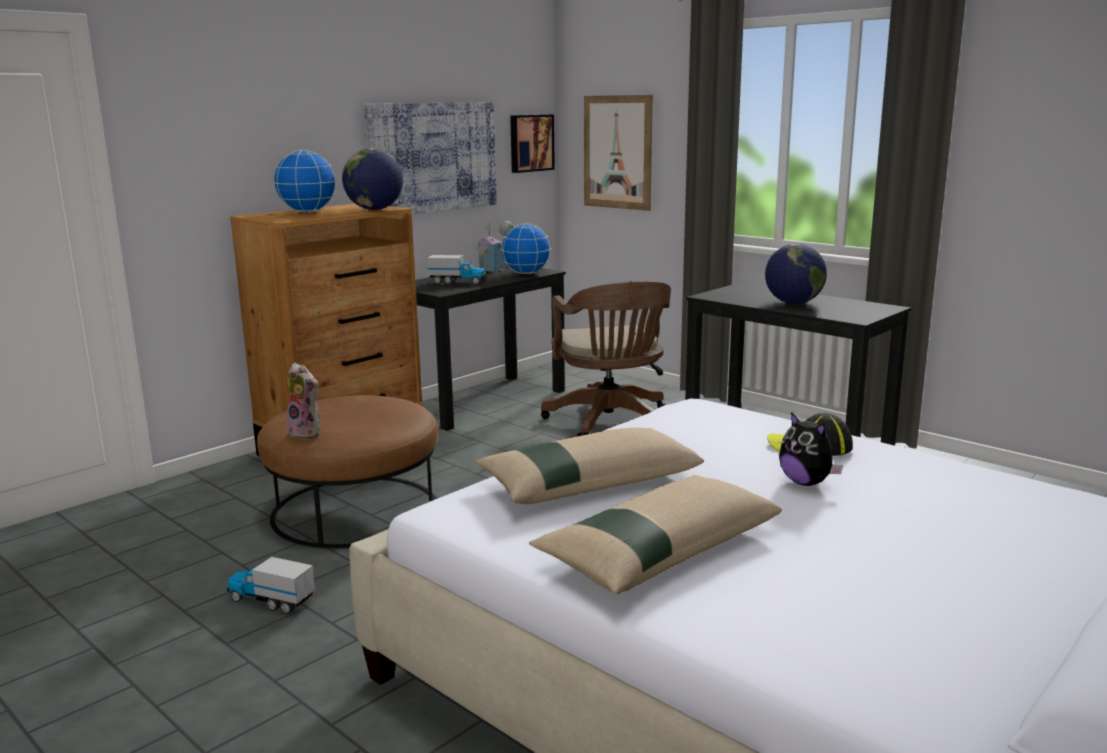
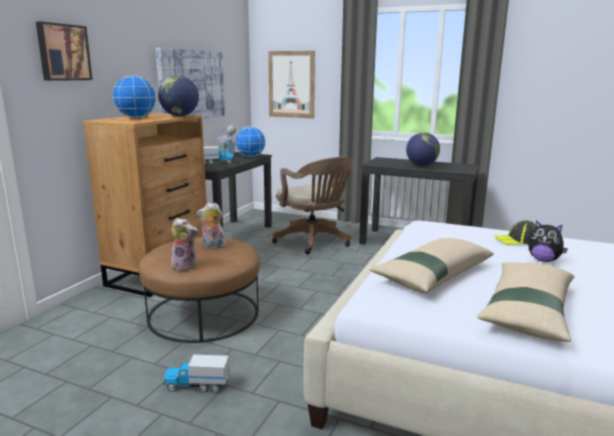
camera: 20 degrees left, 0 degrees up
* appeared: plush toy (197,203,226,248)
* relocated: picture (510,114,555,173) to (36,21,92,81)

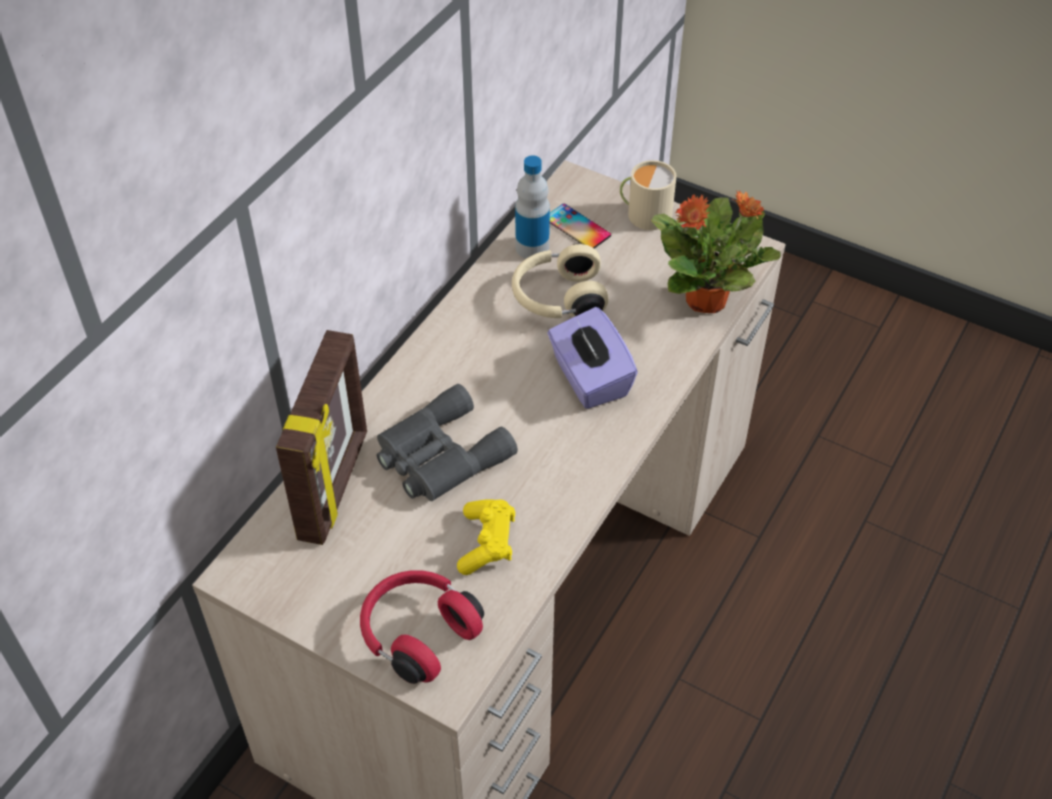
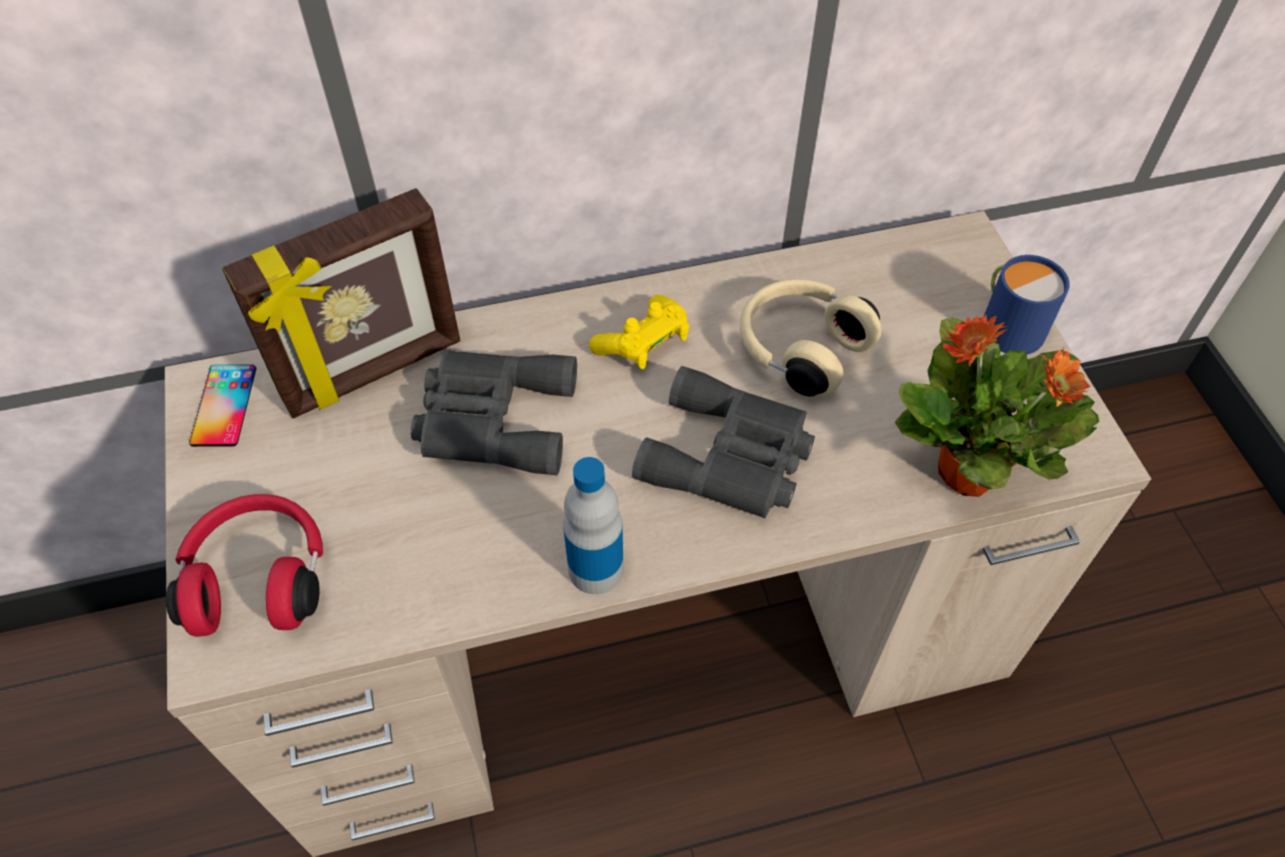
camera: 45 degrees right, 5 degrees up
* relocated: yellow game controller (457,499,515,575) to (589,295,689,369)
* relocated: bottle (515,155,550,259) to (563,457,624,594)
* relocated: phone (550,204,611,249) to (189,364,256,447)
* exchanged: purple tissue box (547,307,638,409) to grey binoculars (632,366,815,518)
* colour: beige mug (620,160,677,230) to blue mug (984,255,1070,355)

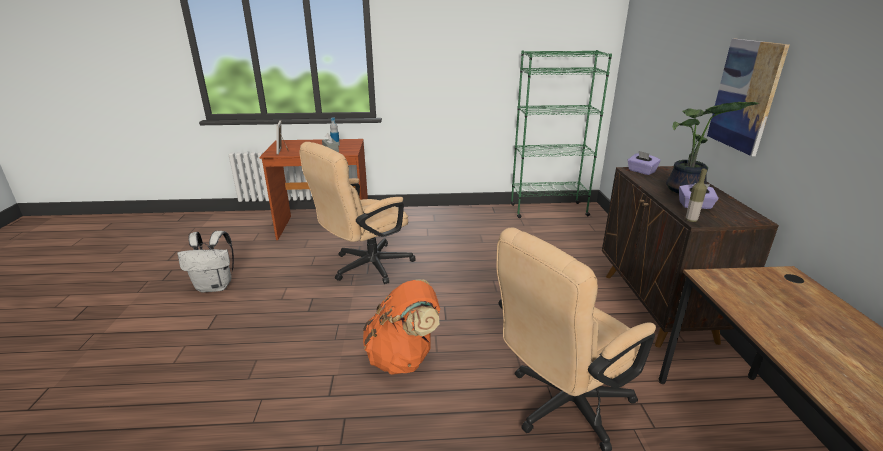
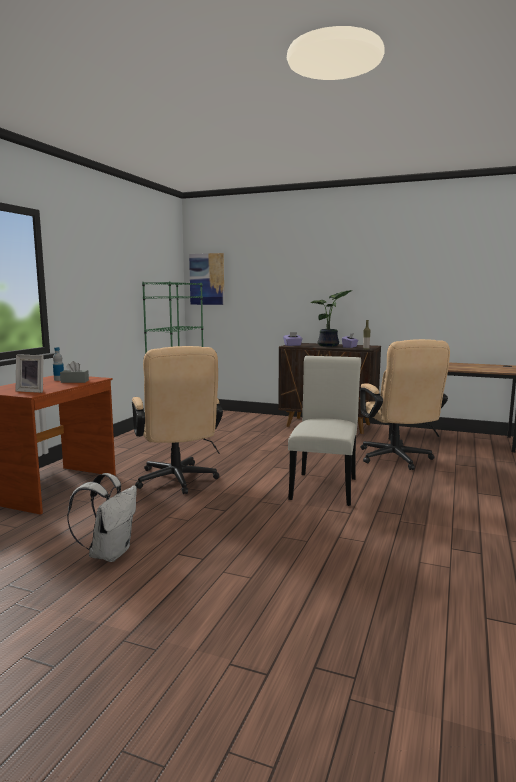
camera: 65 degrees left, 15 degrees down
* relocated: picture (707,39,789,156) to (189,253,224,305)
* exchanged: orange backpack (363,279,440,375) to white chair (288,356,361,506)

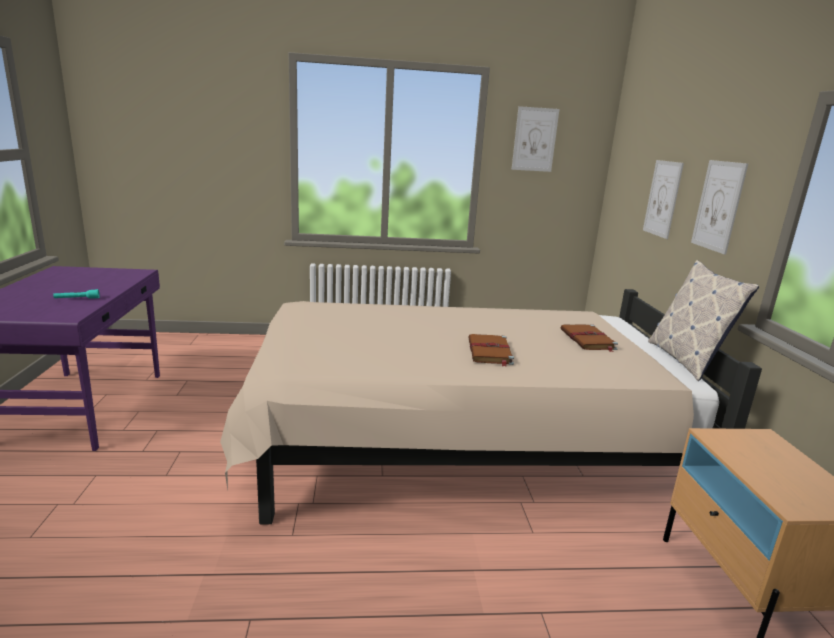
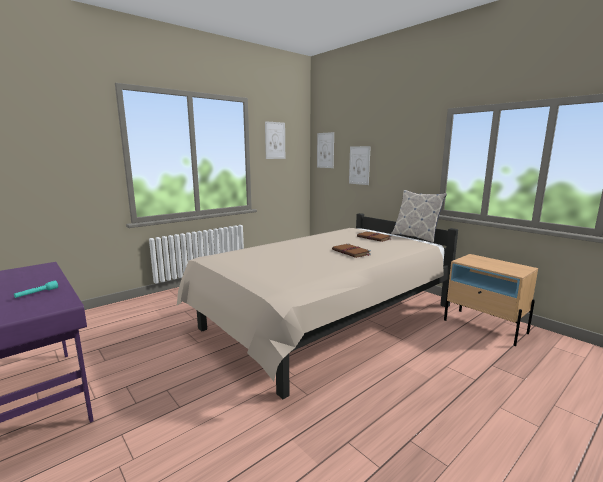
camera: 35 degrees left, 5 degrees down
* relocated: picture (691,160,748,255) to (317,132,334,168)

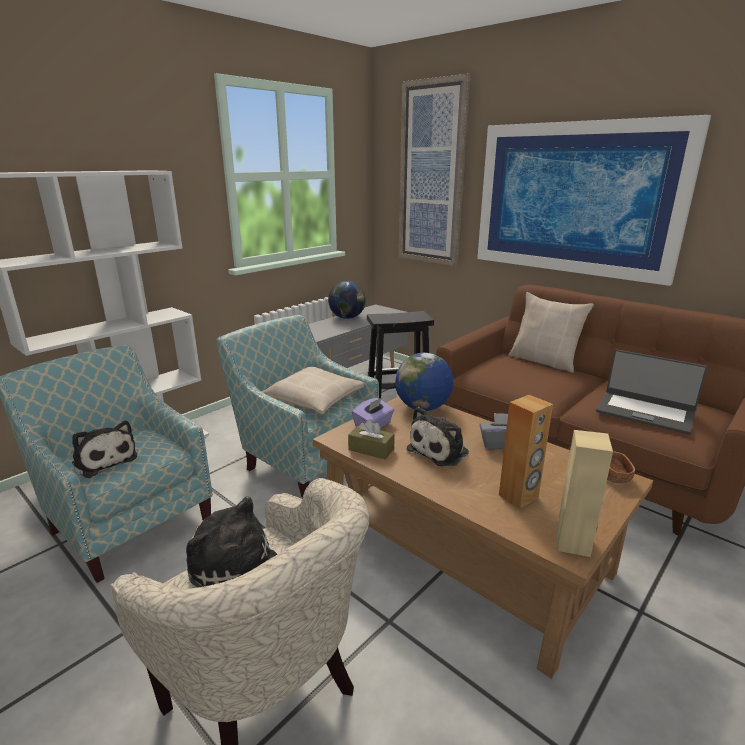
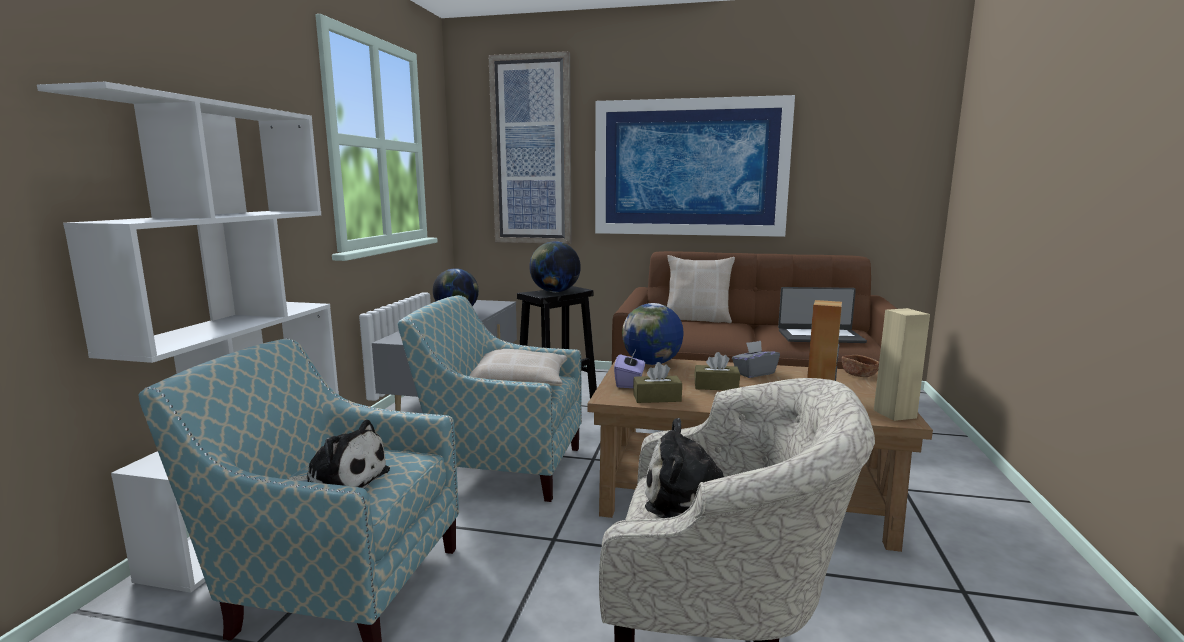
camera: 30 degrees left, 10 degrees down
* appeared: globe (529,241,581,292)
* exchanged: plush toy (407,407,469,467) to brown tissue box (694,352,740,390)

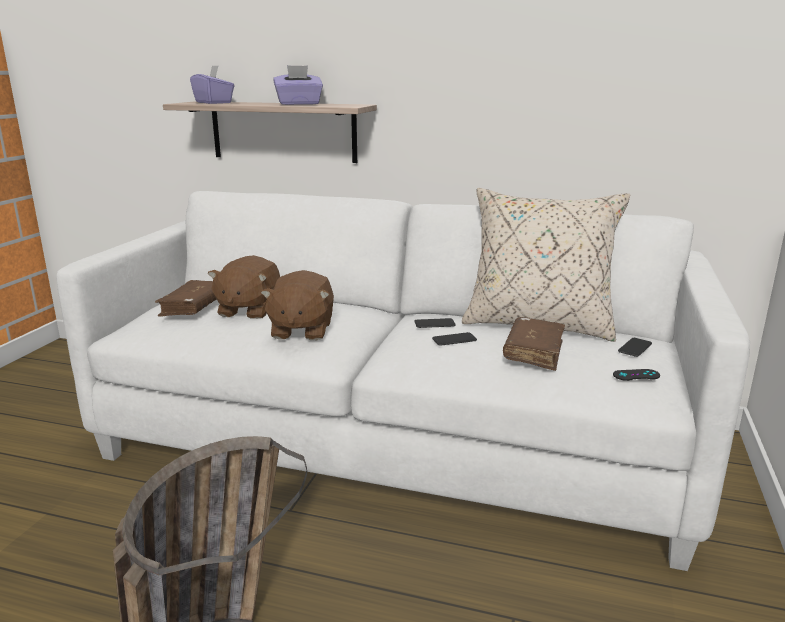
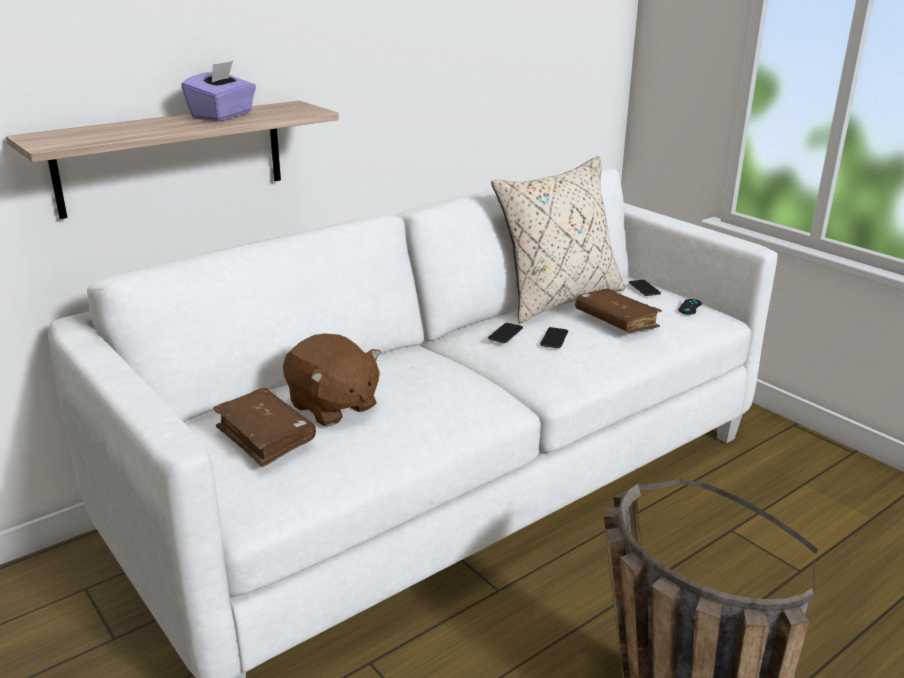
camera: 55 degrees left, 5 degrees up
* missing: purple tissue box (190,65,235,104)
* missing: brown plush toy (260,270,334,340)

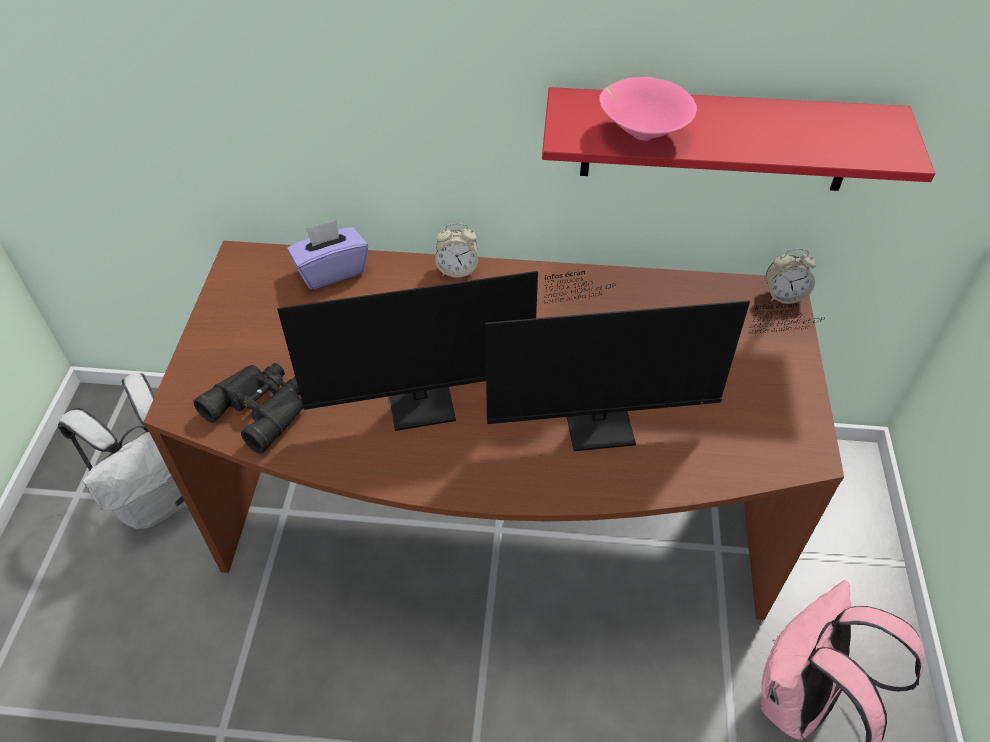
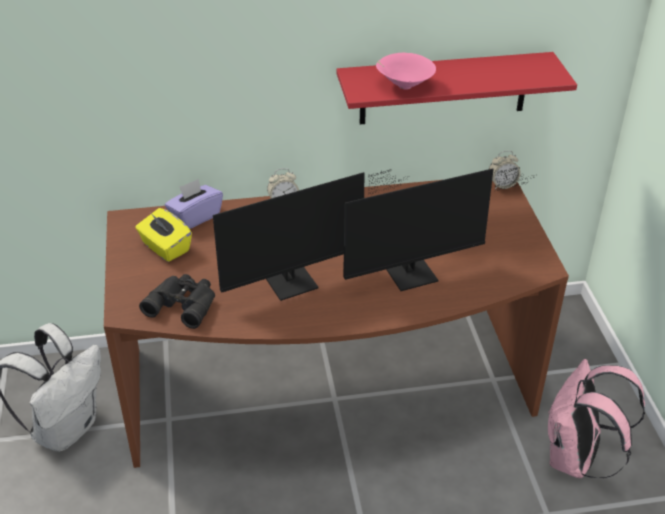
camera: 15 degrees left, 10 degrees down
* appeared: yellow tissue box (135,208,192,262)

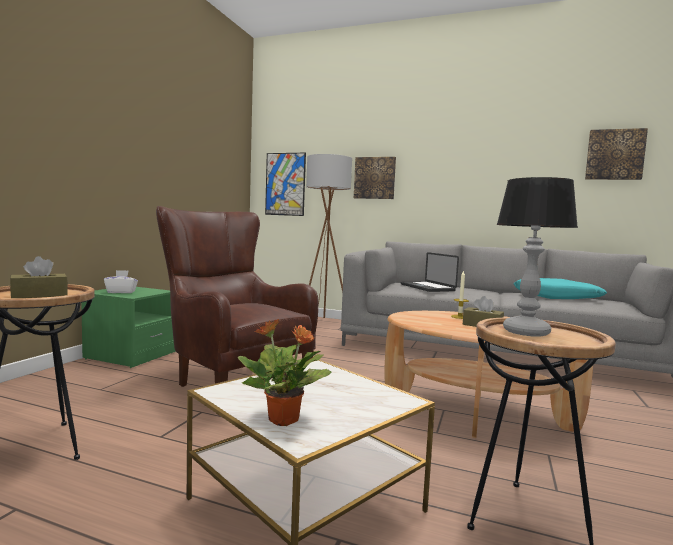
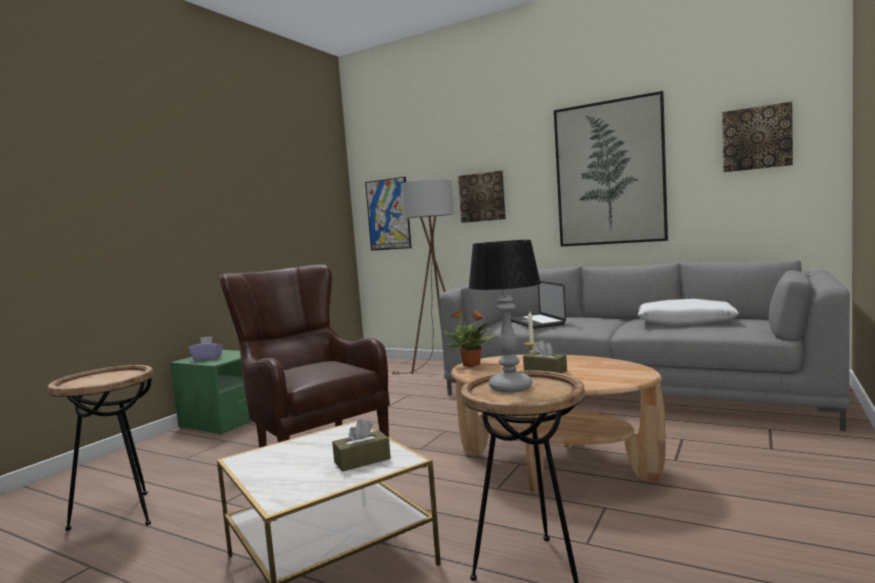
camera: 10 degrees right, 0 degrees up
* appeared: picture (554,91,668,246)
* relocated: brown tissue box (10,256,68,298) to (332,419,391,472)
* relocated: potted plant (238,319,332,426) to (443,309,496,367)
* colour: white tissue box (104,270,138,293) to purple tissue box (189,336,223,361)
* colour: turquoise pillow (514,278,607,299) to white pillow (637,299,739,326)

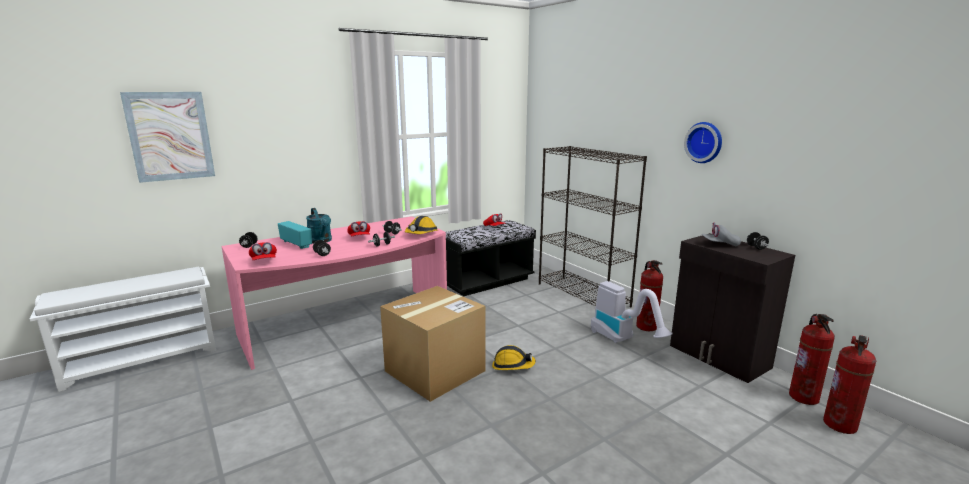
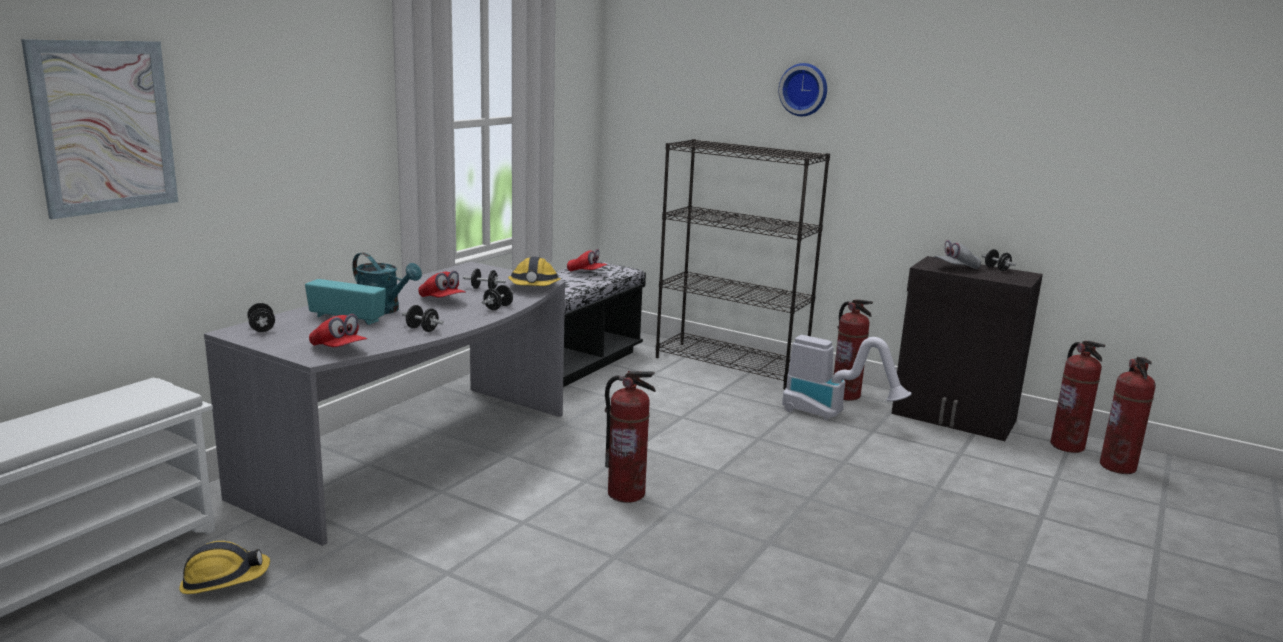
camera: 25 degrees left, 0 degrees up
* relocated: hard hat (492,345,536,370) to (179,541,270,594)
* relocated: wall clock (684,122,722,163) to (779,63,827,116)
* exchanged: cardboard box (380,286,486,402) to fire extinguisher (605,371,656,503)
* colour: pink desk (221,216,447,370) to grey desk (204,262,565,546)

